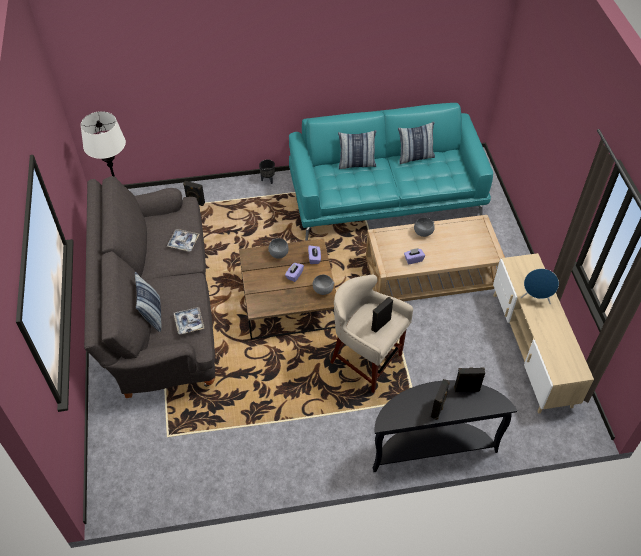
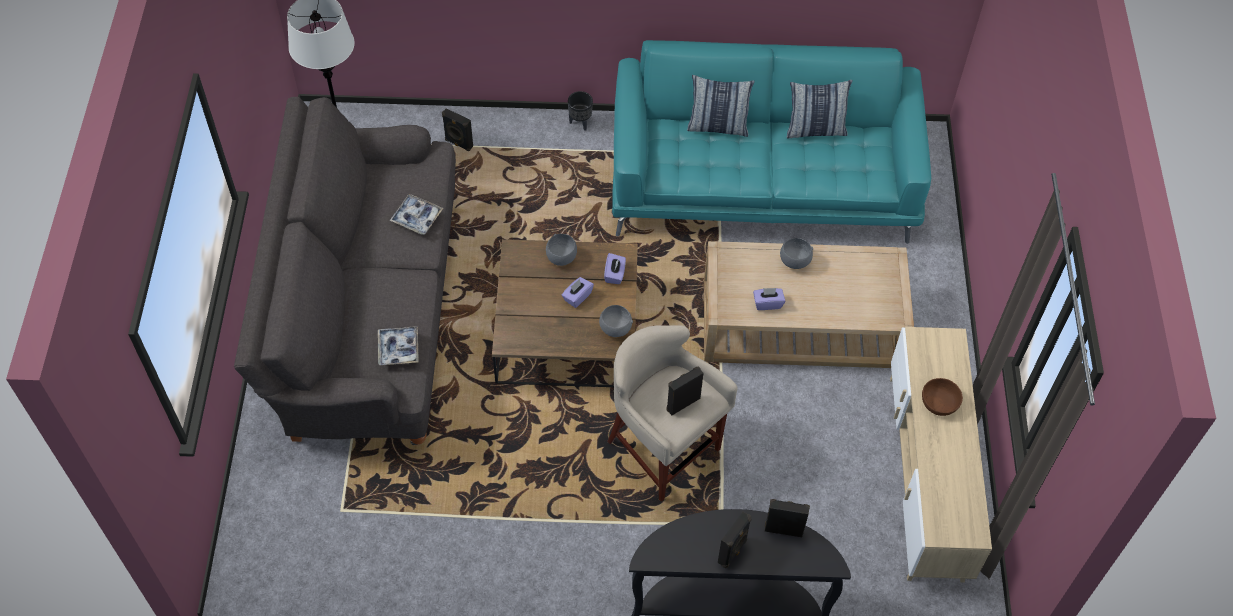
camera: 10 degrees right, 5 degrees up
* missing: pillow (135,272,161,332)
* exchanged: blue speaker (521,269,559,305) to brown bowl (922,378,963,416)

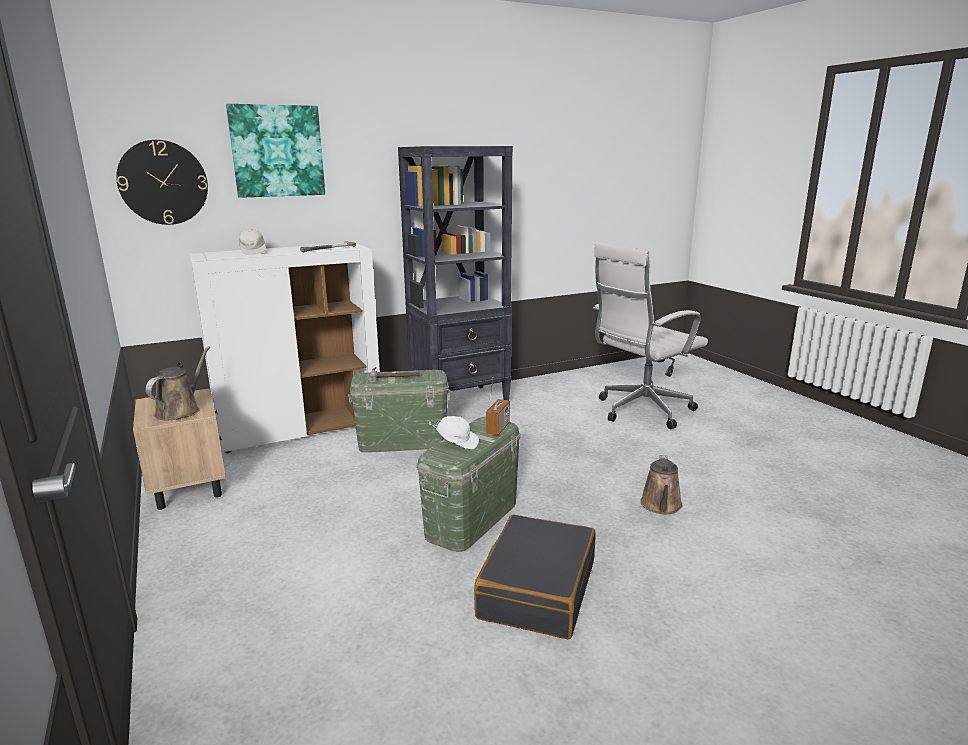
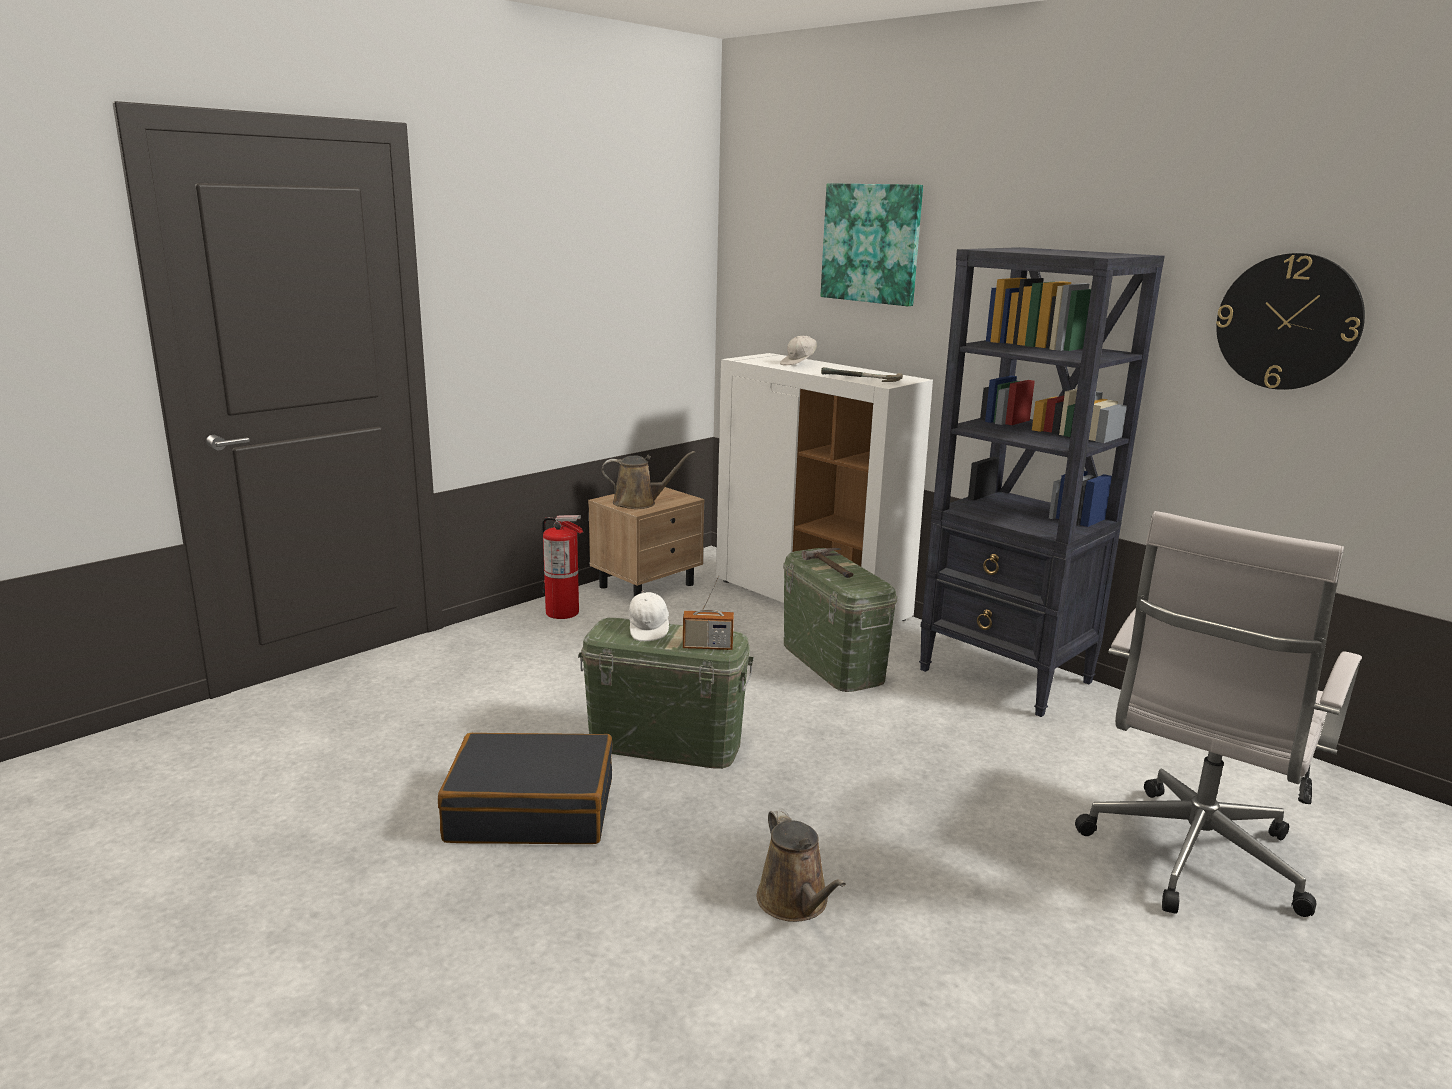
camera: 70 degrees right, 0 degrees up
* appeared: fire extinguisher (542,515,583,619)
* relocated: wall clock (116,140,208,225) to (1216,253,1365,390)
* spun: white office chair (593,243,708,429) = (1075,511,1362,917) 90 degrees counterclockwise
* spun: brown watering can (640,455,683,514) = (757,808,846,922) 105 degrees counterclockwise

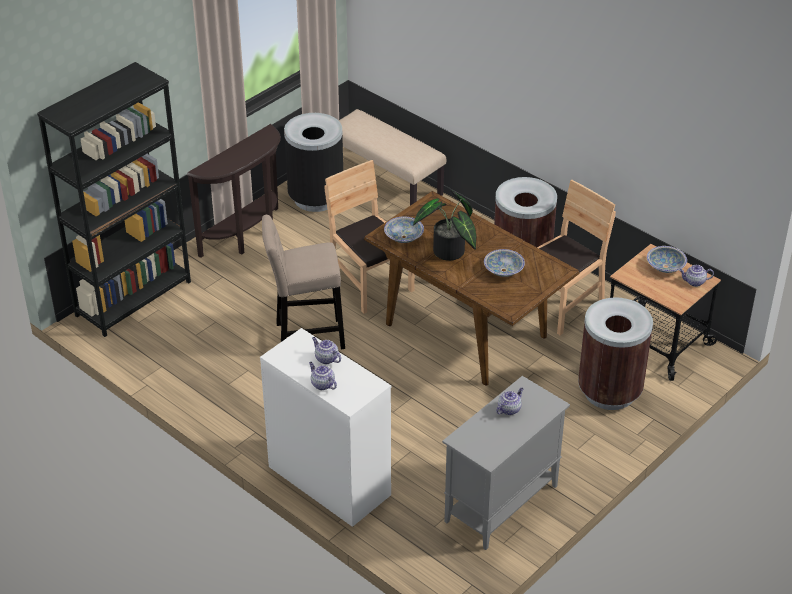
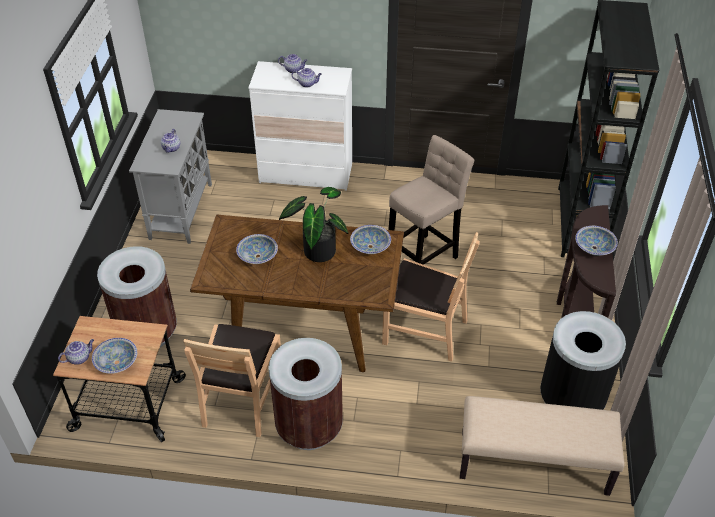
camera: 145 degrees right, 5 degrees up
* appeared: bowl (575,226,618,256)

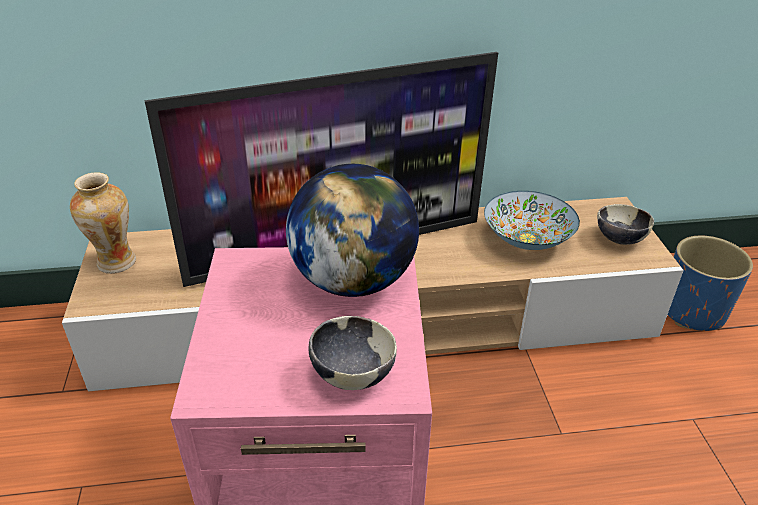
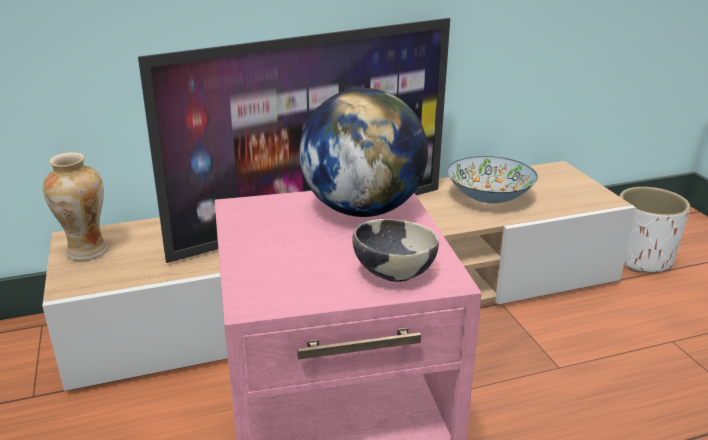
camera: 10 degrees left, 10 degrees down
* missing: bowl (597,204,654,245)
* colour: blue planter (668,236,753,331) to white planter (620,187,690,272)

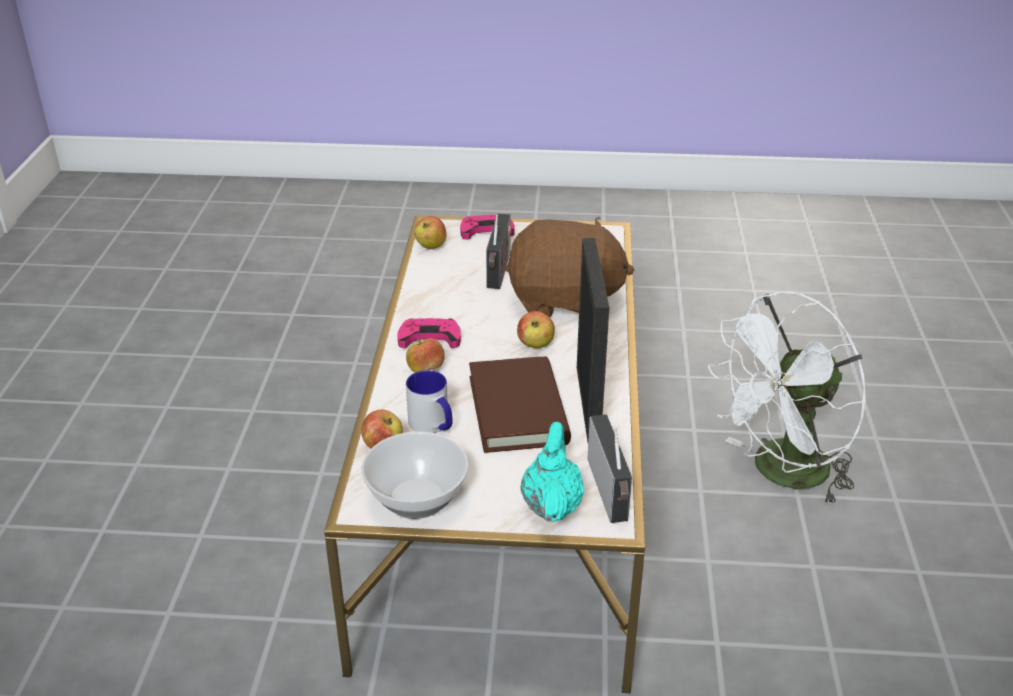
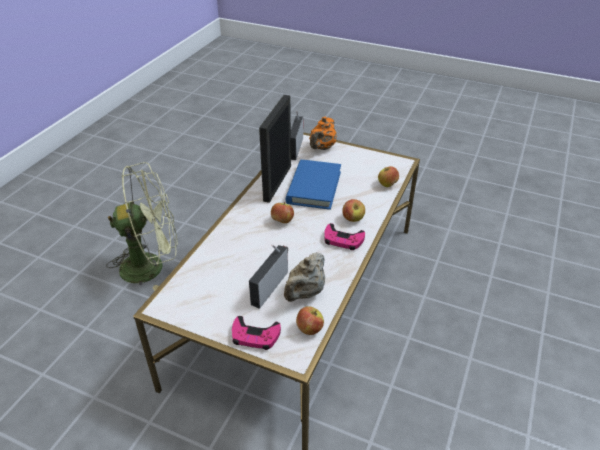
camera: 160 degrees left, 5 degrees up
* missing: bowl (361,432,469,519)
* missing: mug (406,370,453,433)
* missing: brown plush toy (506,217,634,318)
* appeared: beige teapot (284,252,325,302)
* colour: brown book (469,356,571,453) to blue book (286,160,341,210)
* colour: turquoise teapot (520,422,584,522) to orange teapot (309,116,337,150)
* colour: white fan (708,292,866,506) to green fan (106,162,178,291)

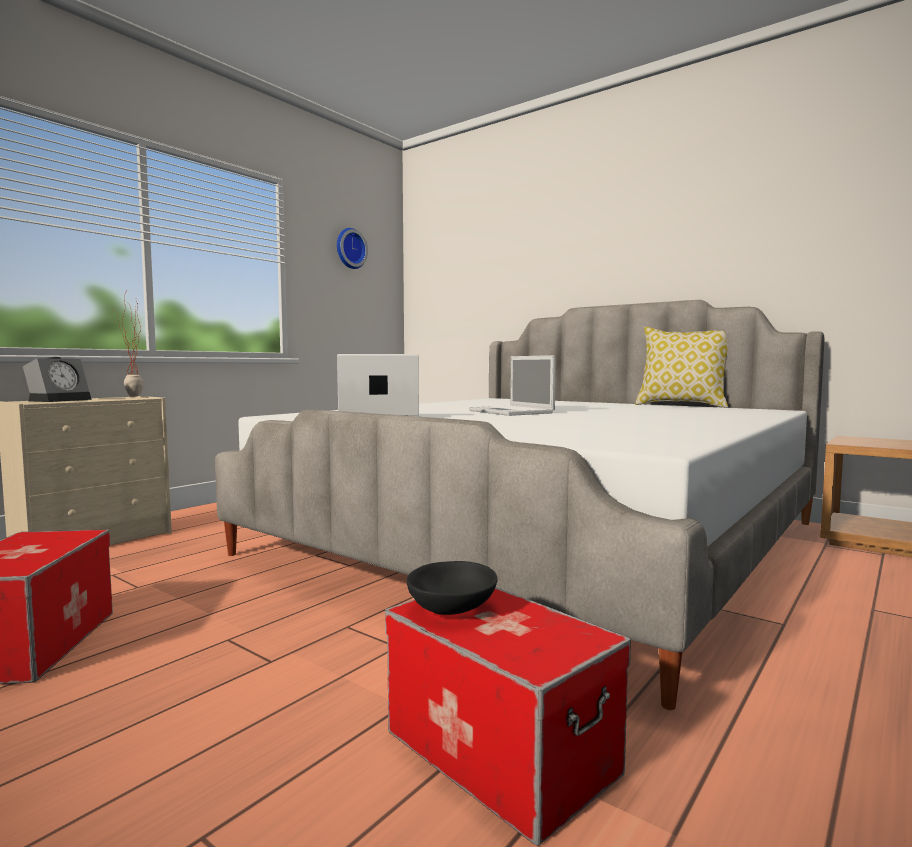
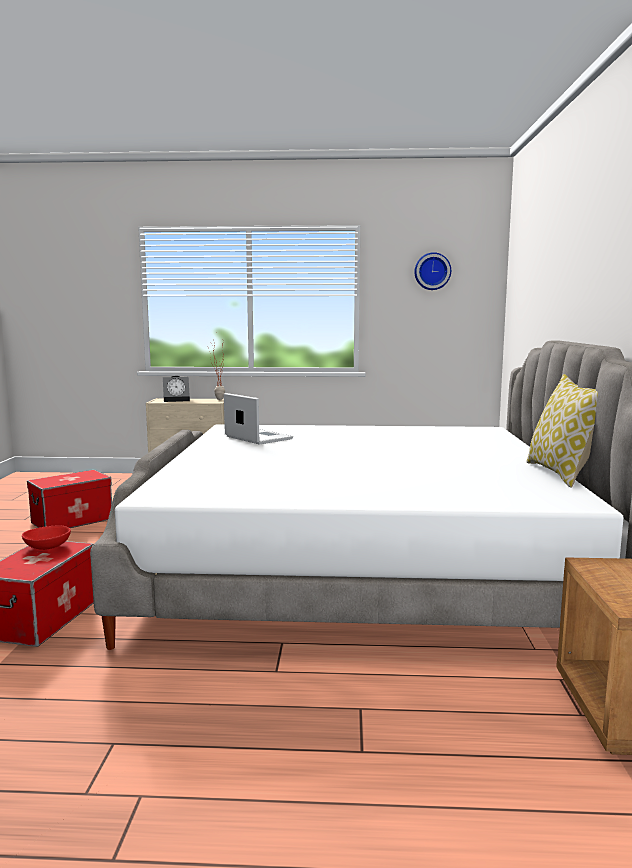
camera: 55 degrees right, 5 degrees up
* missing: laptop (469,355,556,416)
* colour: black bowl (406,561,498,615) to red bowl (22,526,71,550)

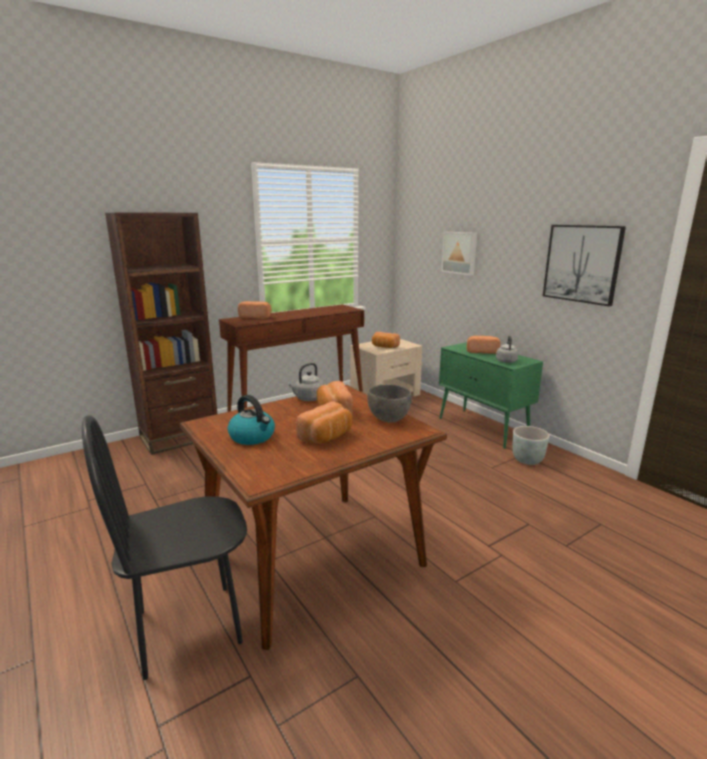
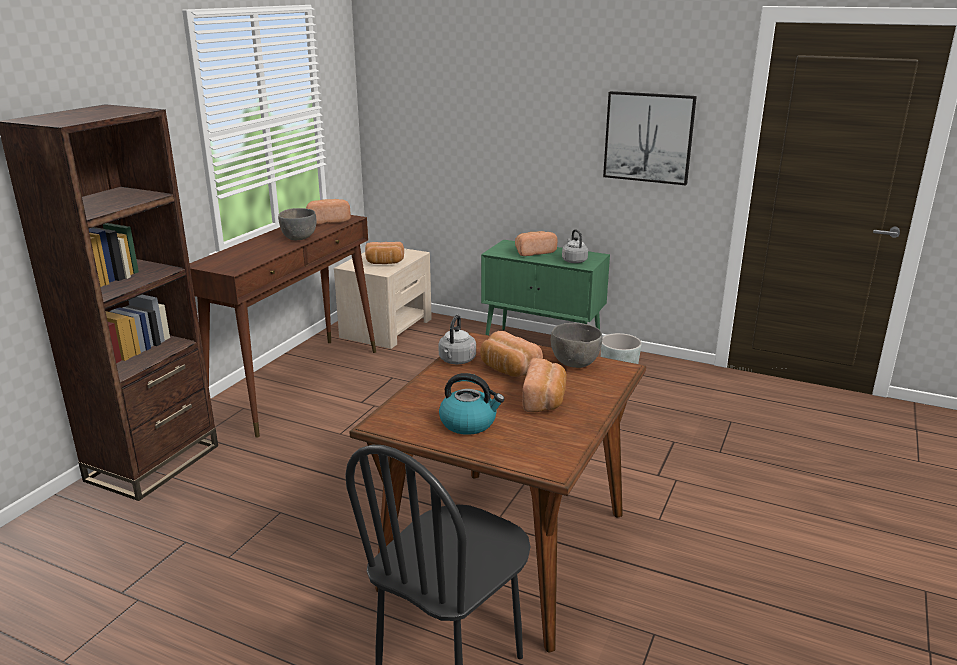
camera: 30 degrees left, 5 degrees up
* missing: picture (441,232,477,276)
* appeared: grey bowl (278,208,317,240)
* relocated: bread (238,301,272,319) to (306,199,351,225)

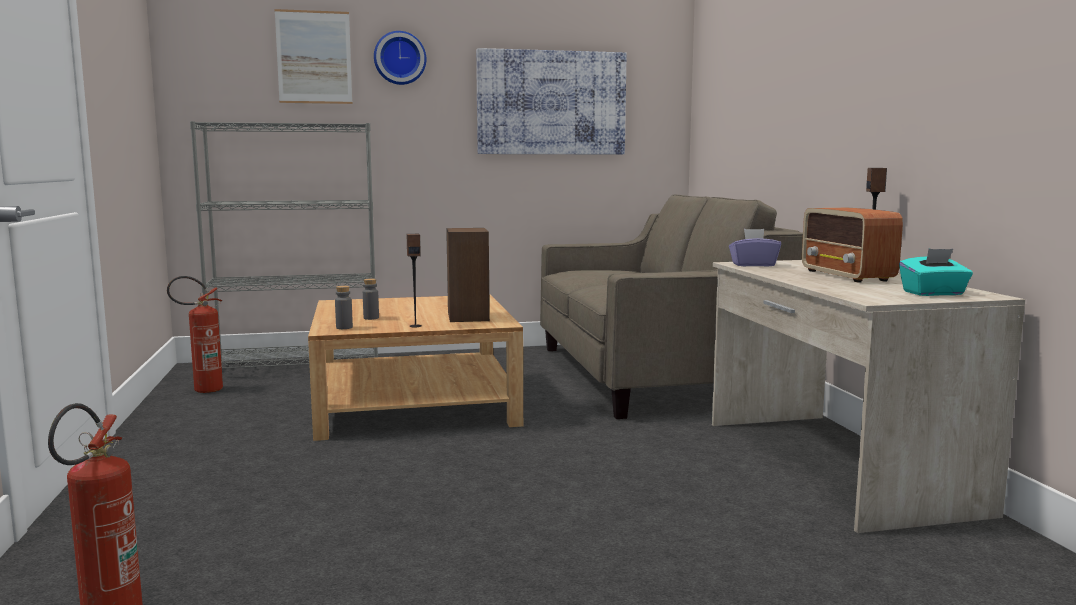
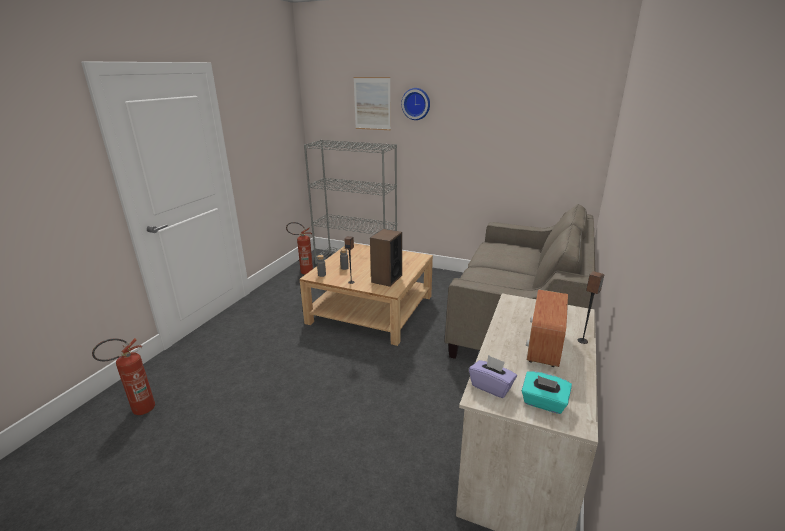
camera: 35 degrees right, 15 degrees up
* missing: picture (476,48,626,154)
* relocated: purple tissue box (729,229,781,266) to (469,355,517,398)

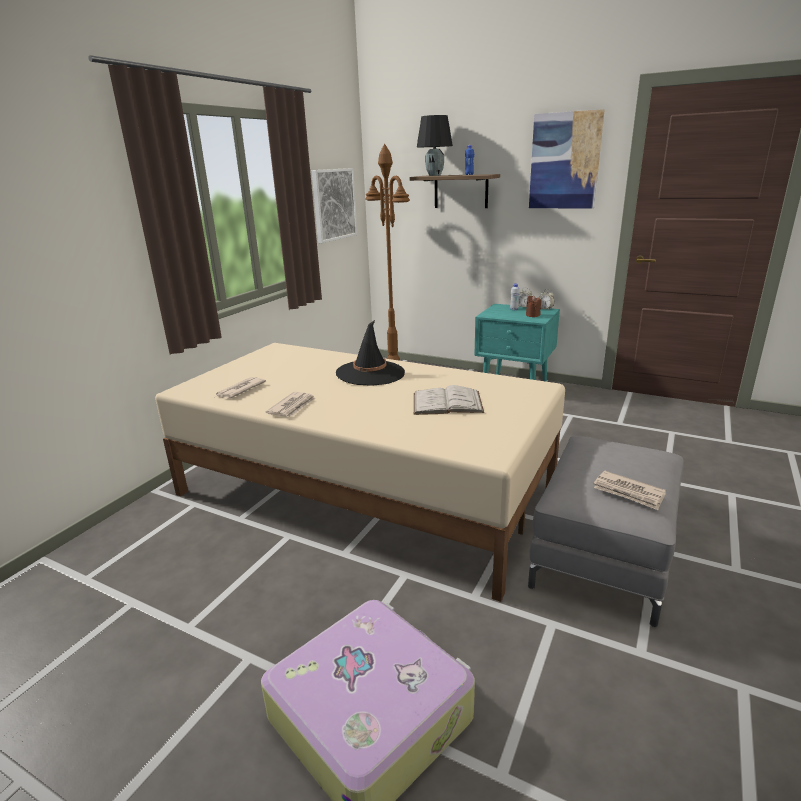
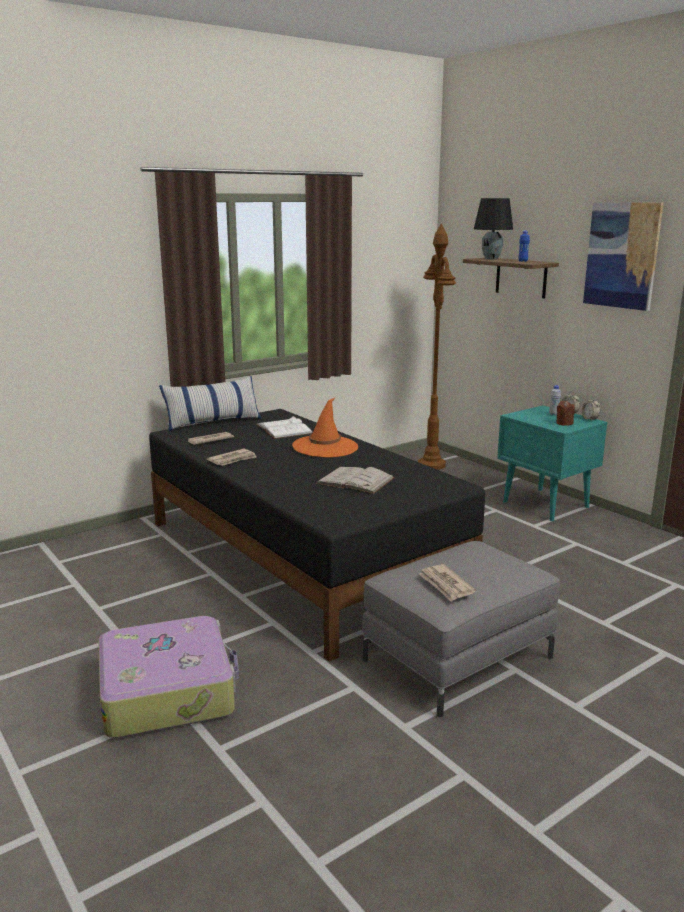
camera: 25 degrees right, 5 degrees down
* missing: picture (312,168,357,243)
* appeared: pillow (159,376,261,431)
* appeared: white book (256,416,312,439)
* colour: beige bed (155,343,565,602) to black bed (149,409,485,662)
* colour: black hat (336,320,405,386) to orange hat (292,397,358,457)

